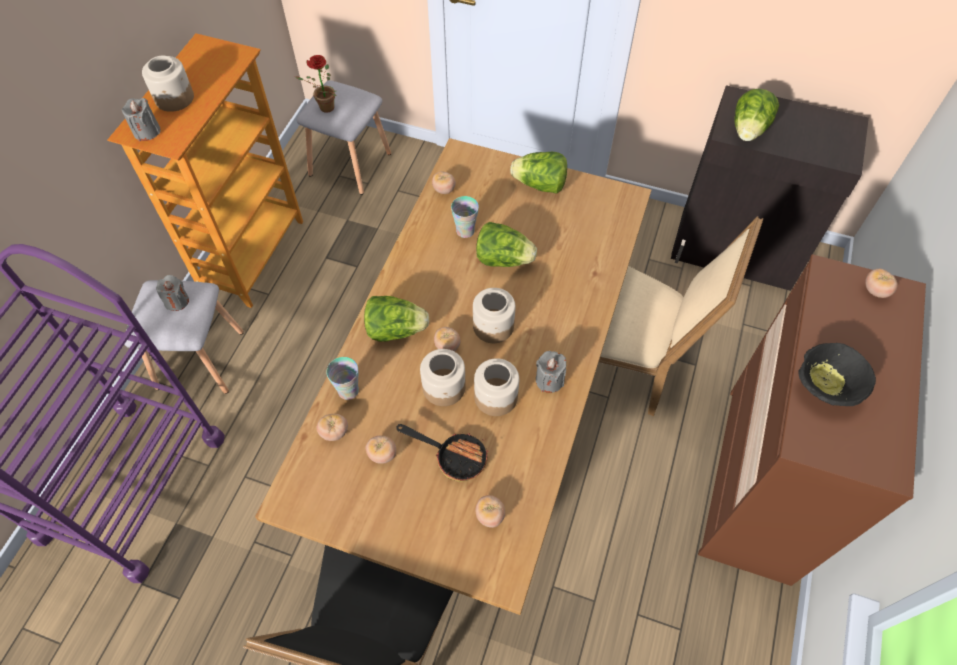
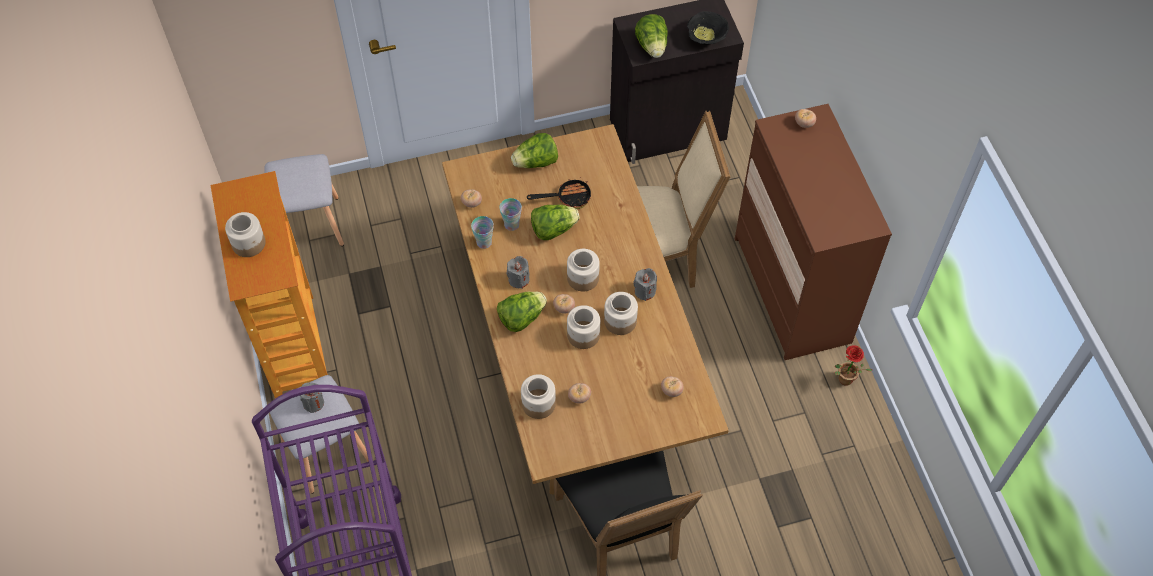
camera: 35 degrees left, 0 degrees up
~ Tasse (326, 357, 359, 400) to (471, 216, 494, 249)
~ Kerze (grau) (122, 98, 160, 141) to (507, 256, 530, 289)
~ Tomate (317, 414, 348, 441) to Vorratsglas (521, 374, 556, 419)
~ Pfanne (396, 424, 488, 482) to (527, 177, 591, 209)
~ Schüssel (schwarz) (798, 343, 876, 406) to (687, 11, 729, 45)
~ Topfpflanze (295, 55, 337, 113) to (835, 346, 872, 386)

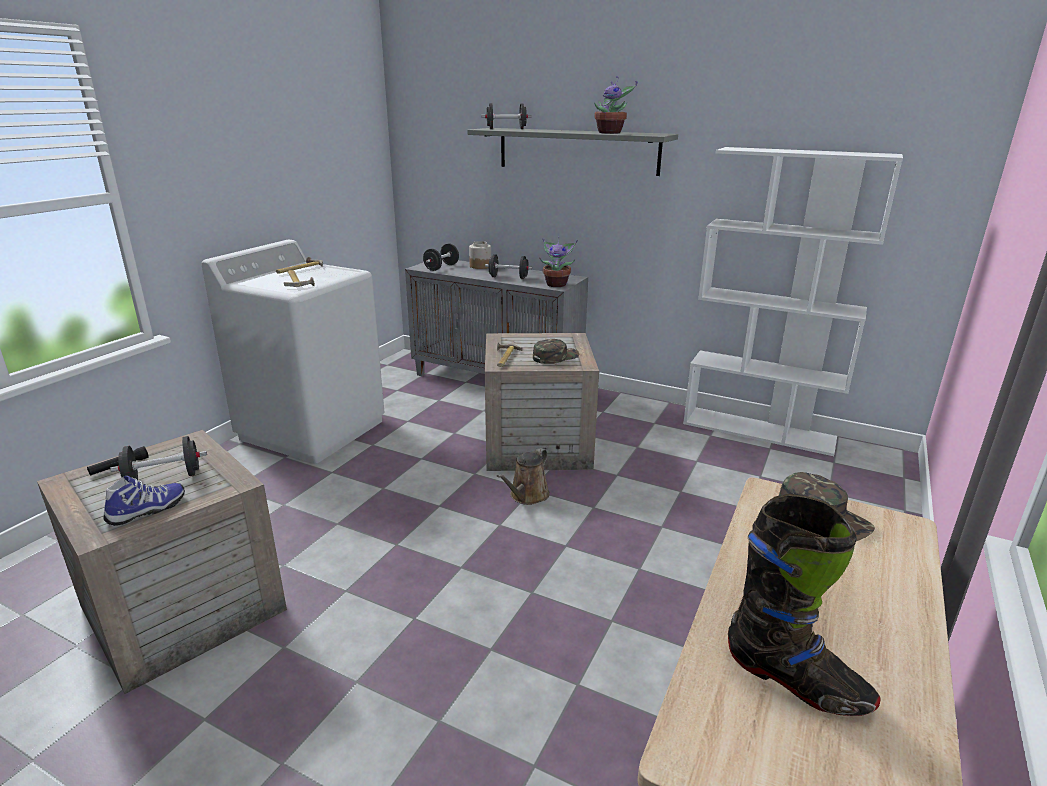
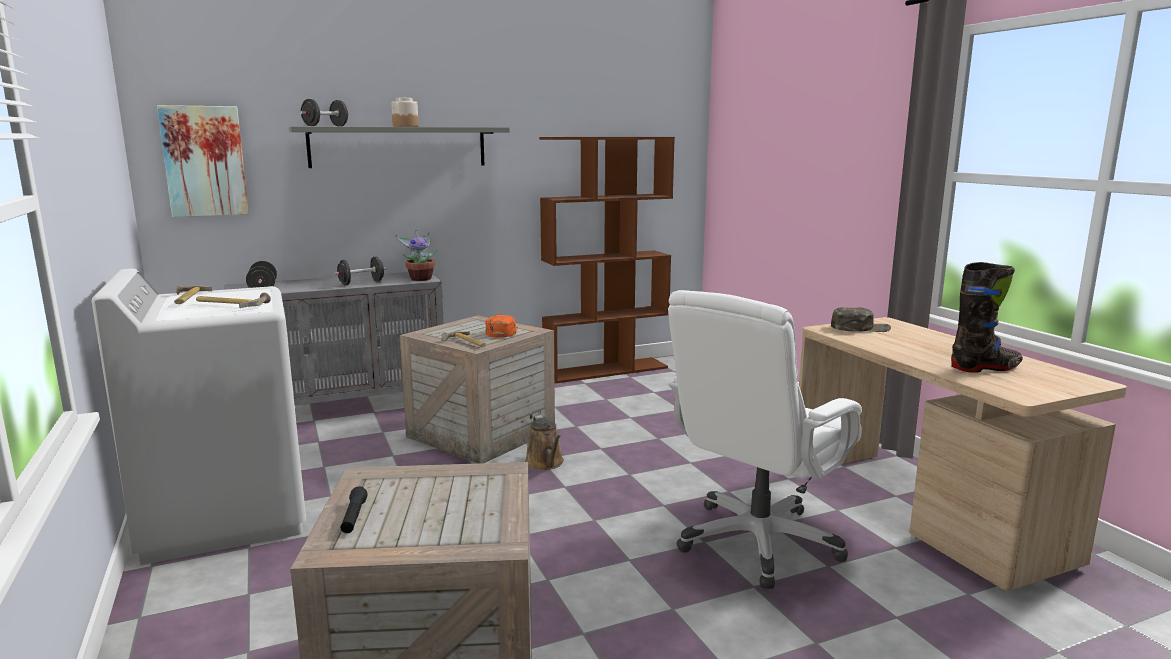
camera: 50 degrees left, 10 degrees down
+ Bild (157, 105, 249, 217)
~ Vorratsglas (469, 241, 491, 269) to (391, 98, 419, 127)
~ Kappe (grün) (533, 339, 579, 364) to Kappe (orange) (485, 315, 518, 338)
~ Bücherregal (weiß) (683, 147, 903, 456) to Bücherregal (braun) (539, 137, 675, 384)
+ Bürostuhl (weiß) (668, 290, 862, 589)
- Schuh (103, 476, 185, 526)
- Hantel (schwarz) (110, 436, 207, 481)
- Topfpflanze (594, 76, 637, 134)

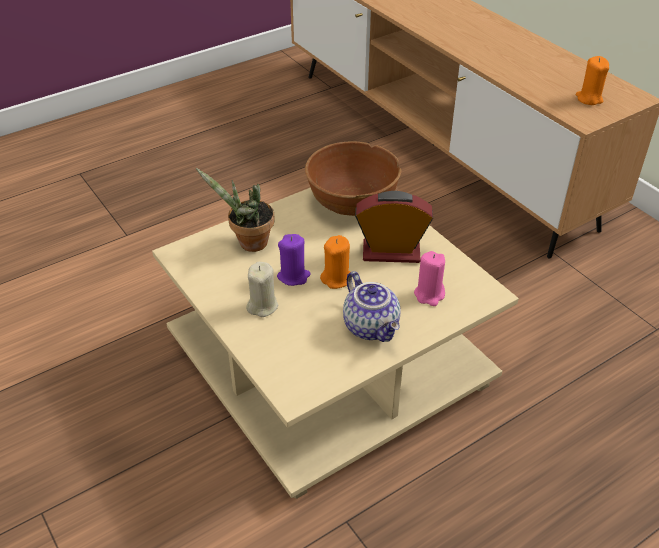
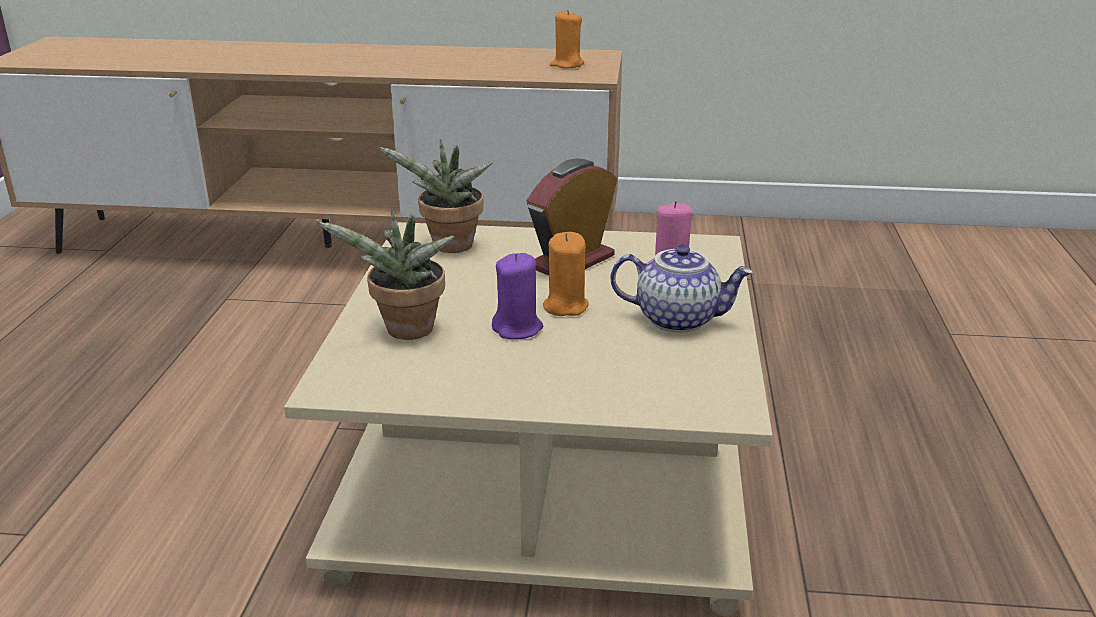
camera: 50 degrees left, 15 degrees down
~ Schüssel (braun) (305, 141, 401, 216) to Topfpflanze (377, 139, 492, 253)
- Kerze (beige) (246, 262, 278, 317)

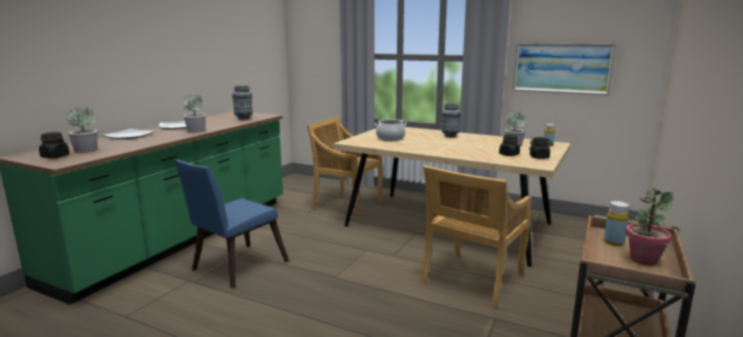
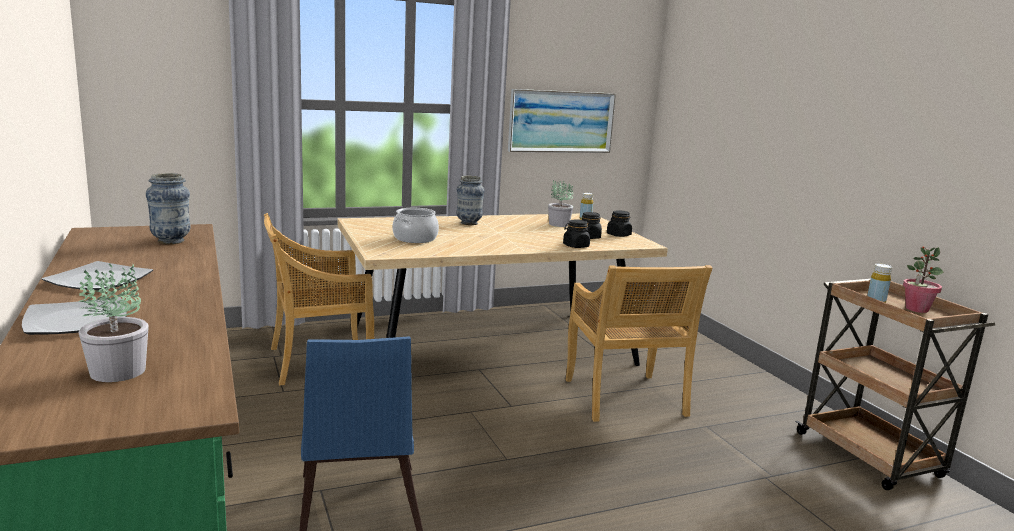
camera: 50 degrees left, 0 degrees up
~ Vorratsglas (schwarz) (39, 132, 69, 158) to (563, 220, 590, 248)
- Topfpflanze (183, 94, 206, 133)

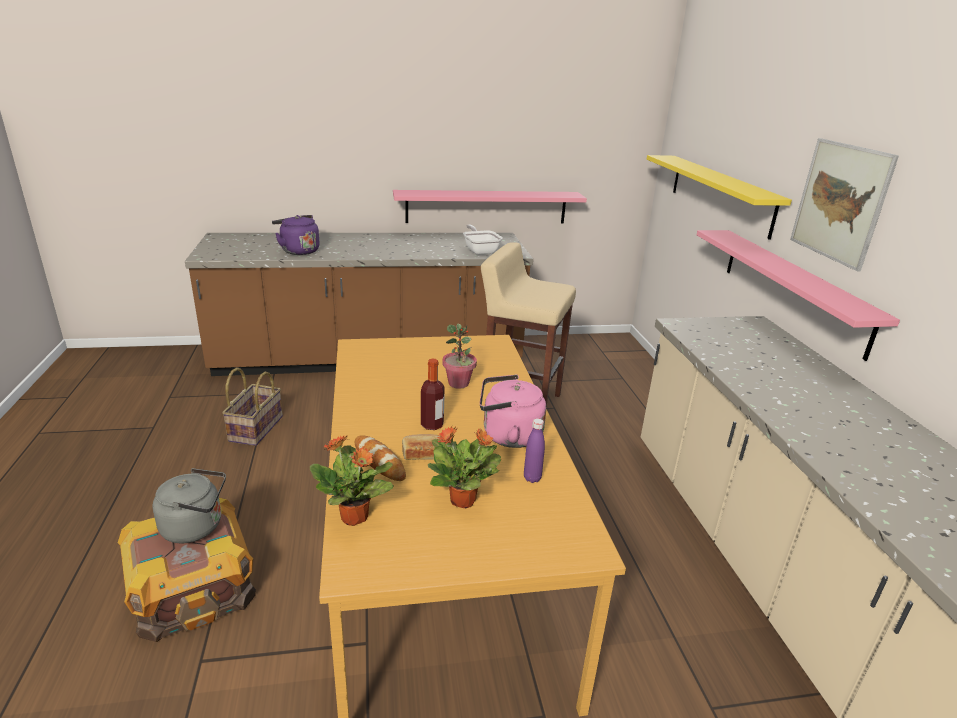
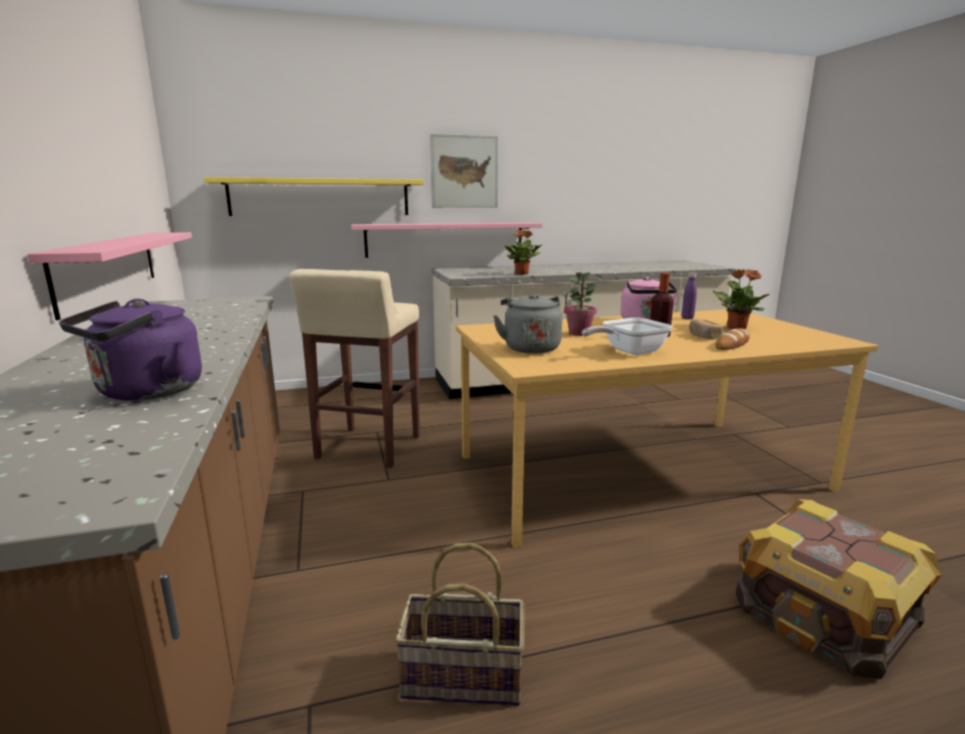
camera: 95 degrees left, 10 degrees down
~ Wasserkessel (grau) (153, 468, 226, 544) to (493, 294, 562, 353)
~ Topfpflanze (310, 435, 393, 526) to (504, 230, 541, 275)
~ Pfanne (463, 225, 503, 255) to (582, 318, 673, 355)

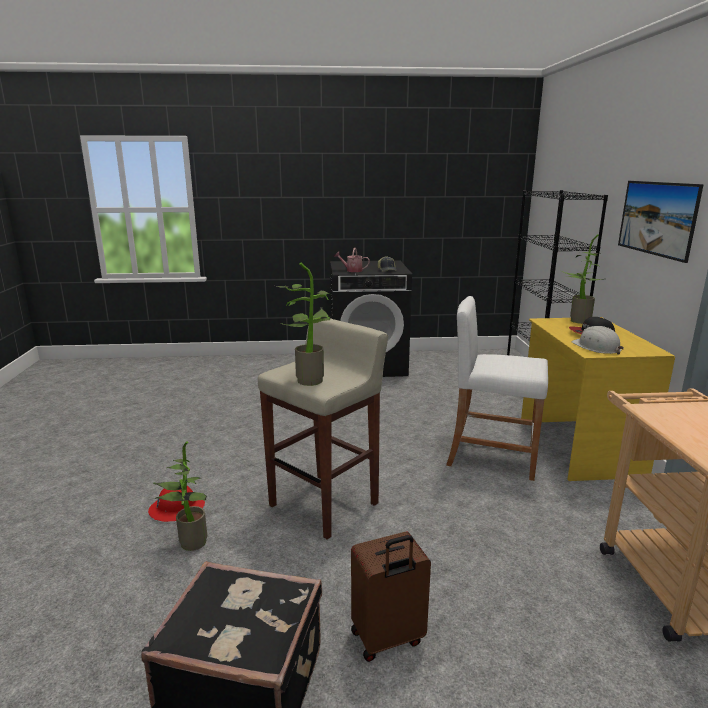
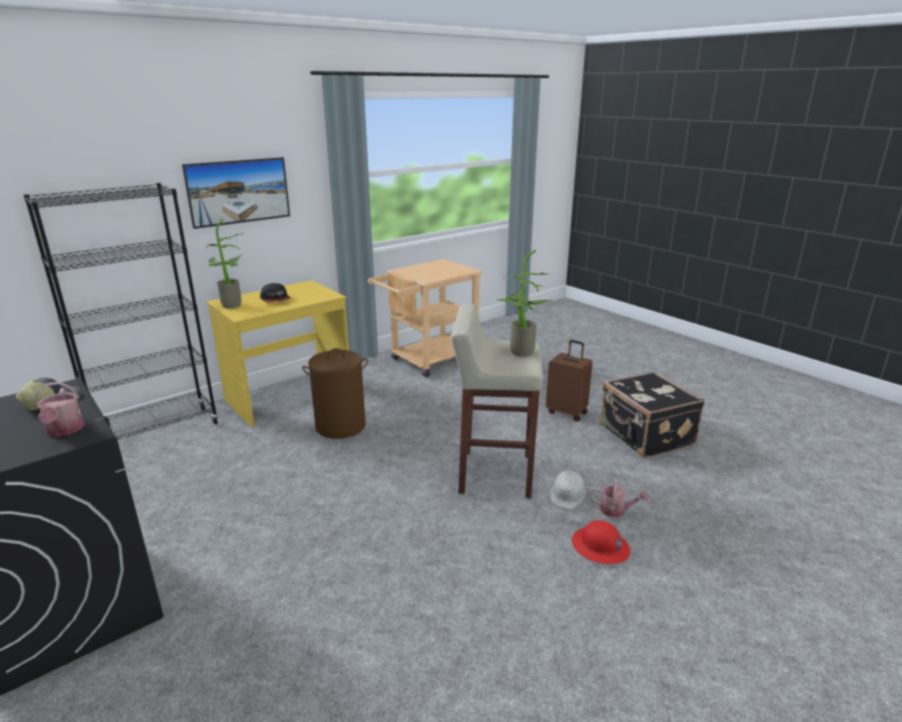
camera: 125 degrees left, 5 degrees up
~ Hocker (weiß) (446, 296, 548, 481) to Wäschekorb (braun) (302, 348, 368, 439)
~ Schutzhelm (weiß) (571, 326, 624, 355) to (551, 471, 586, 509)
~ Topfpflanze (153, 441, 207, 551) to Gießkanne (590, 478, 649, 517)

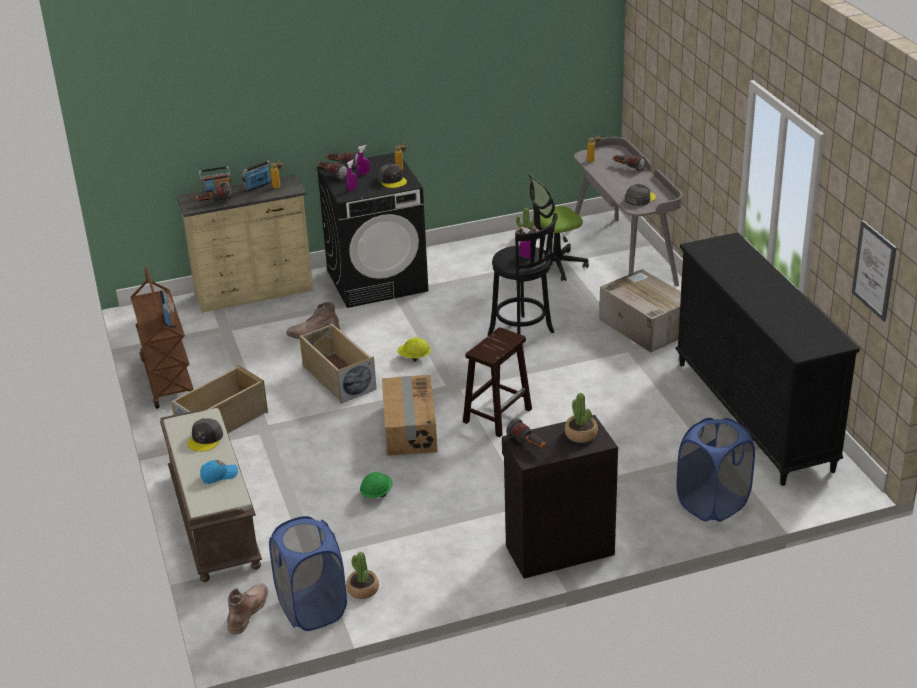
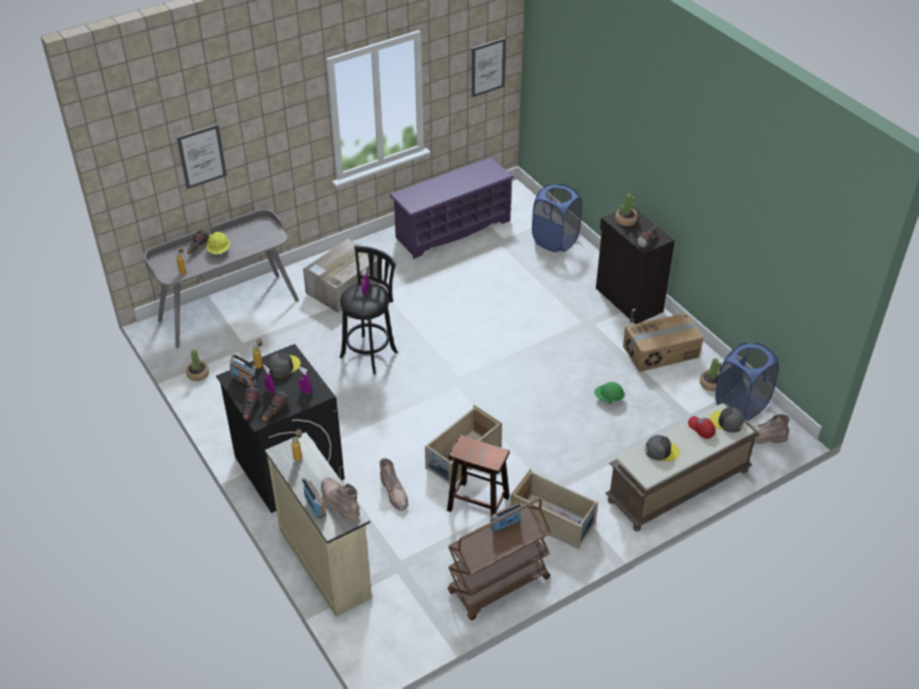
camera: 105 degrees left, 10 degrees up
+ Bild (177, 124, 227, 189)
~ Schutzhelm (gelb) (397, 338, 431, 362) to (206, 232, 230, 254)
~ Radio (242, 160, 270, 192) to (230, 354, 257, 387)
~ Taschenlampe (195, 184, 231, 201) to Stiefel (braun) (321, 478, 360, 521)
~ Kommode (schwarz) (675, 232, 860, 486) to Schuhregal (lila) (389, 157, 514, 259)
~ Hocker (braun) (463, 327, 532, 437) to (447, 435, 510, 517)
~ Karton (382, 375, 438, 456) to (623, 313, 704, 372)
~ Kappe (blau) (200, 460, 238, 484) to Kappe (rot) (688, 416, 716, 439)
~ Kappe (grau) (625, 184, 656, 206) to (710, 408, 744, 433)
- Bürostuhl (528, 174, 589, 281)

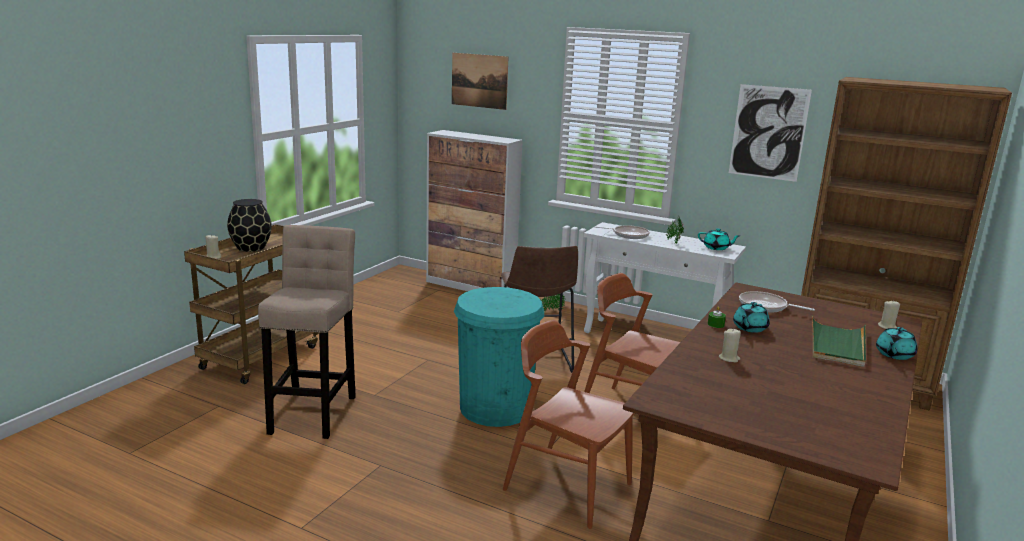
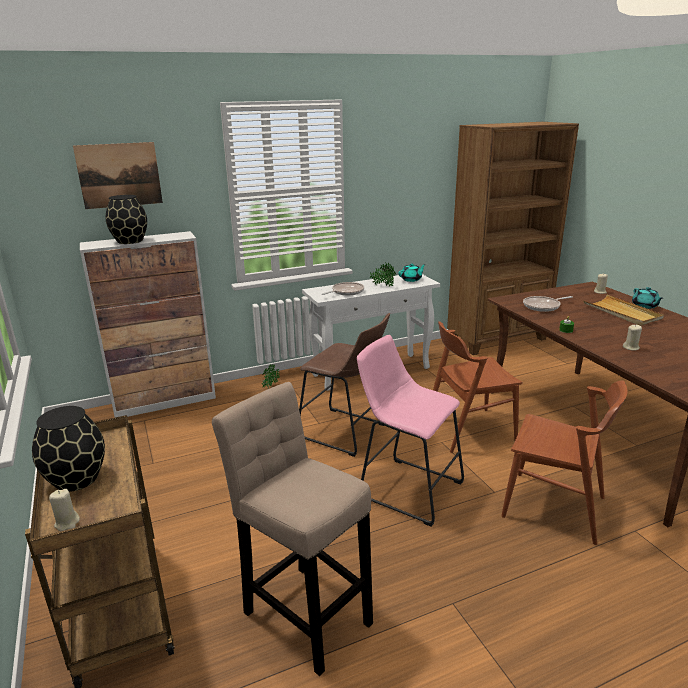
camera: 50 degrees left, 5 degrees up
+ Vase (schwarz) (106, 195, 147, 244)
~ Mülleimer (türkis) (454, 287, 544, 427) to Hocker (rosa) (357, 335, 464, 526)
~ Stuhl (braun) (503, 320, 635, 529) = (501, 380, 628, 545) 135 degrees counterclockwise
~ Tablett (grün) (812, 316, 866, 367) to Tablett (beige) (584, 294, 664, 326)
- Bild (729, 84, 812, 182)
- Teekanne (türkis) (733, 302, 770, 333)

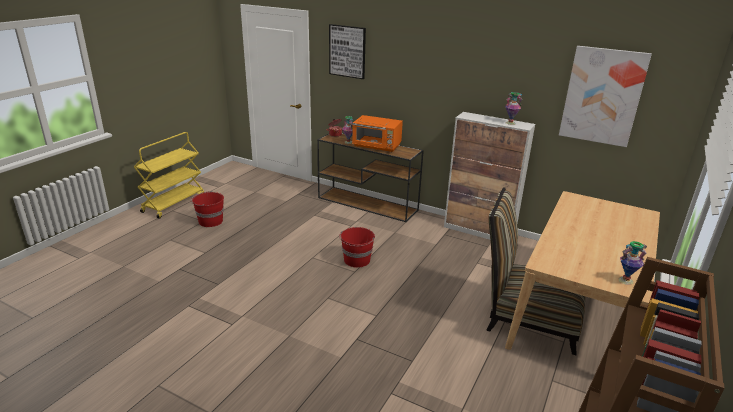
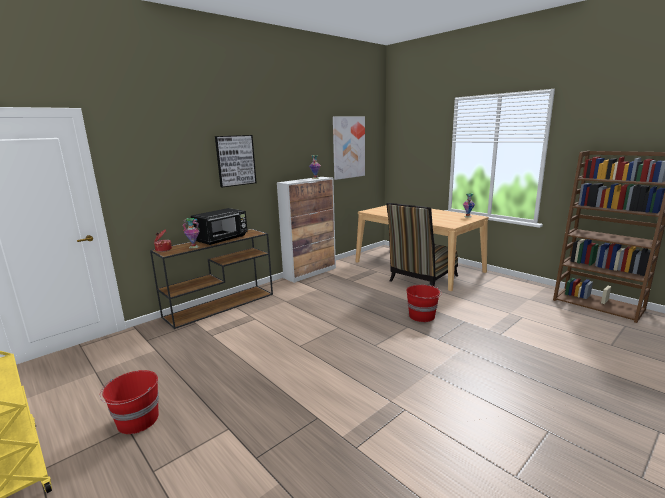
camera: 70 degrees left, 10 degrees down
~ Mikrowelle (orange) (352, 115, 403, 152) to Mikrowelle (schwarz) (191, 208, 248, 245)
~ Bild (329, 24, 366, 79) to (215, 135, 256, 187)
~ Eimer (rot) (339, 227, 375, 268) to (406, 285, 442, 322)

